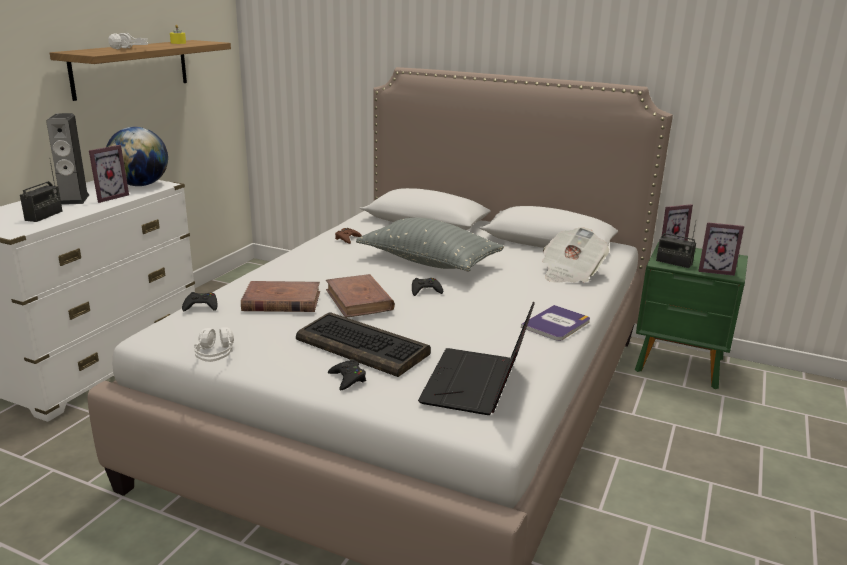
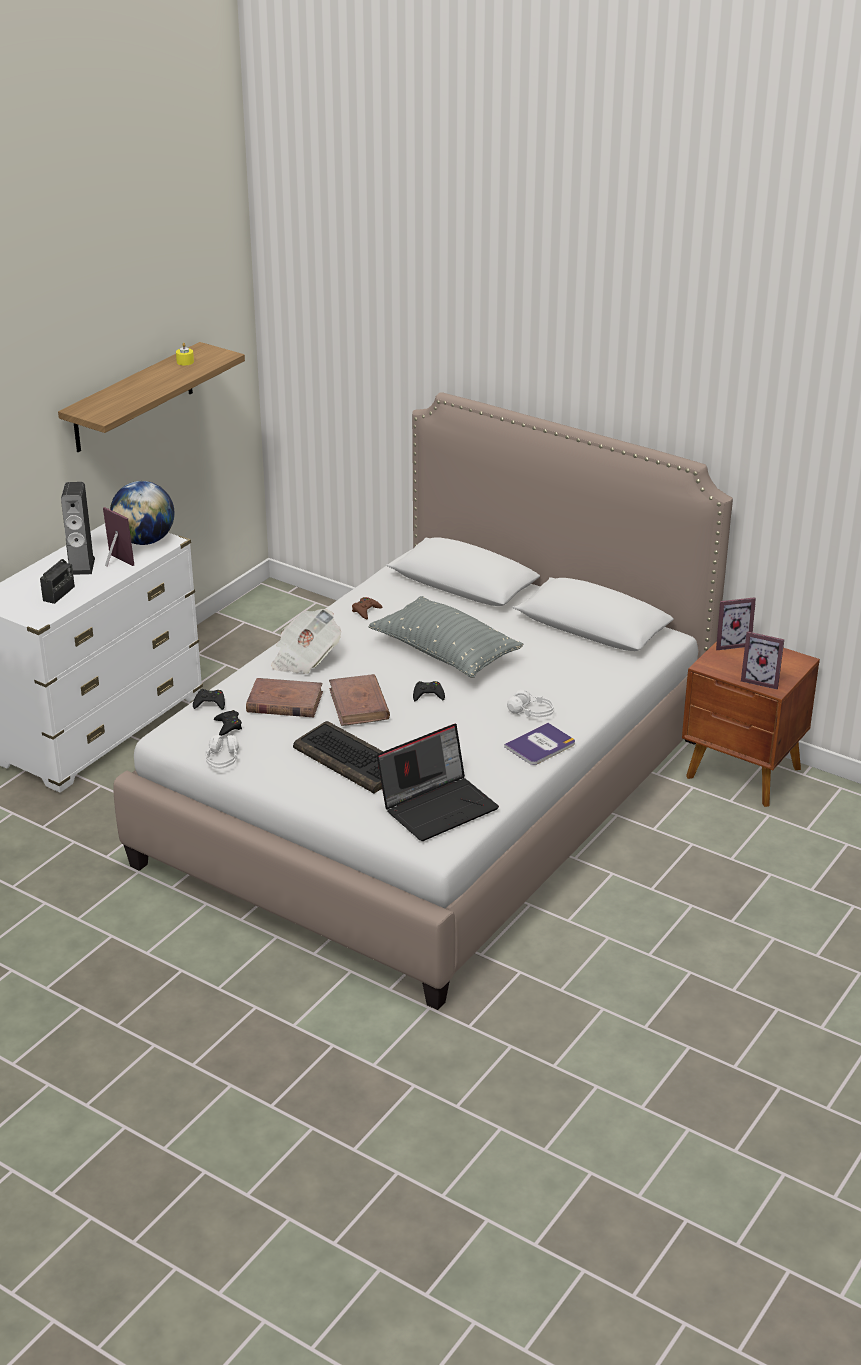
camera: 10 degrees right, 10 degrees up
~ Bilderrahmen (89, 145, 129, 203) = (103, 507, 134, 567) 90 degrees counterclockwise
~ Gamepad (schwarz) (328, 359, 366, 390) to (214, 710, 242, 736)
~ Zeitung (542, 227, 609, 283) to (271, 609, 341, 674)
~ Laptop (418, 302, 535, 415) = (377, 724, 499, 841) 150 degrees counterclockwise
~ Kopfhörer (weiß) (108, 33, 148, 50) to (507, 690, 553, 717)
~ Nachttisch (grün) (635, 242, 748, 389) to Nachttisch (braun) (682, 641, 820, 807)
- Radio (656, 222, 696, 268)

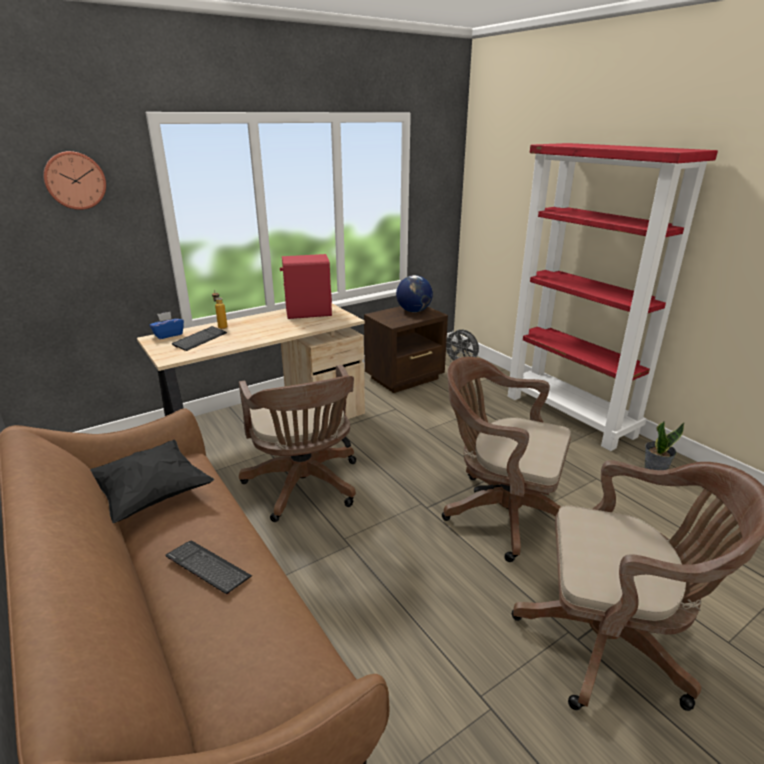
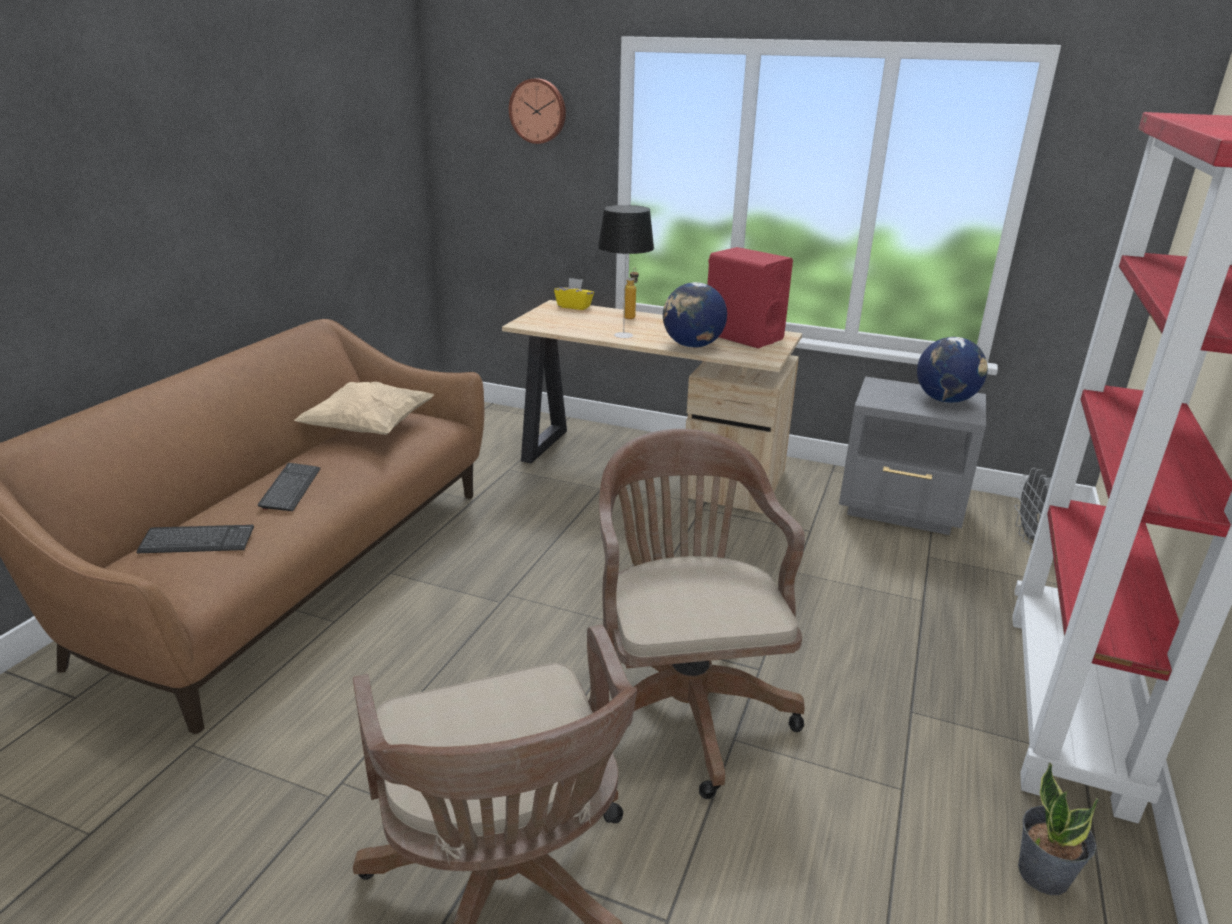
camera: 55 degrees right, 0 degrees up
~ Tastatur (172, 326, 227, 351) to (136, 525, 254, 553)
~ Kissen (schwarz) (90, 440, 214, 523) to Kissen (beige) (294, 382, 434, 435)
~ Taschentuchbox (blau) (149, 312, 184, 339) to Taschentuchbox (gelb) (554, 278, 594, 310)
+ Tischlampe (598, 205, 654, 338)
+ Globus (663, 282, 727, 348)
~ Nachttisch (braun) (364, 306, 448, 393) to Nachttisch (grau) (839, 377, 986, 535)
- Bürostuhl (braun) (239, 365, 356, 522)

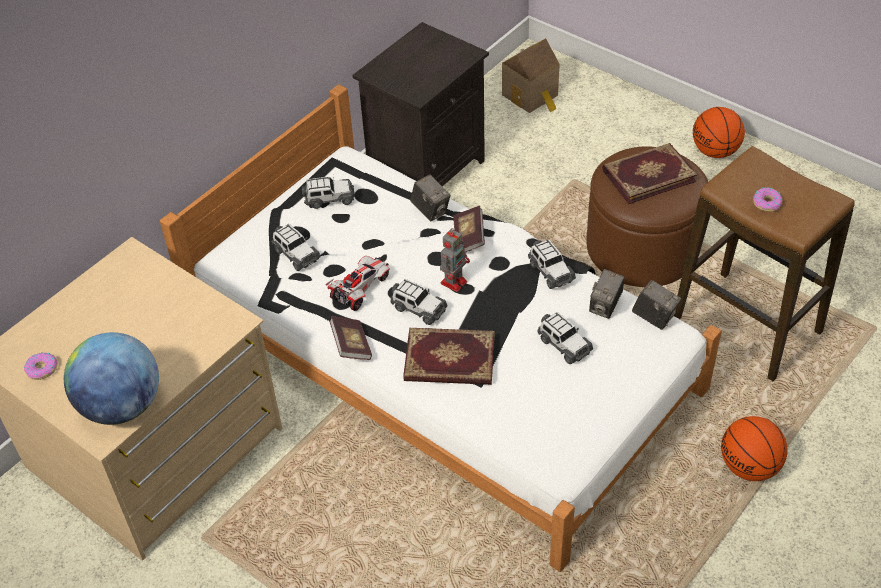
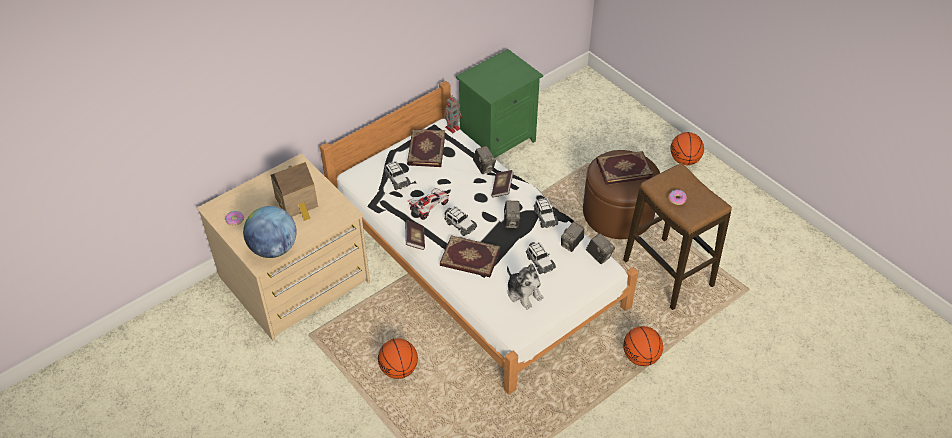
camera: 10 degrees right, 0 degrees up
~ Spielzeughaus (502, 38, 560, 113) to (271, 162, 318, 221)
+ Basketball (378, 338, 418, 379)
~ Spielzeugauto (302, 177, 355, 209) to Buch (407, 129, 445, 167)
~ Spielzeugroboter (440, 228, 470, 292) to (445, 97, 462, 133)
~ Nachttisch (schwarz) (352, 22, 489, 186) to Nachttisch (grün) (456, 49, 543, 158)
+ Kamera (504, 201, 520, 228)
+ Plüschtier (507, 263, 544, 310)

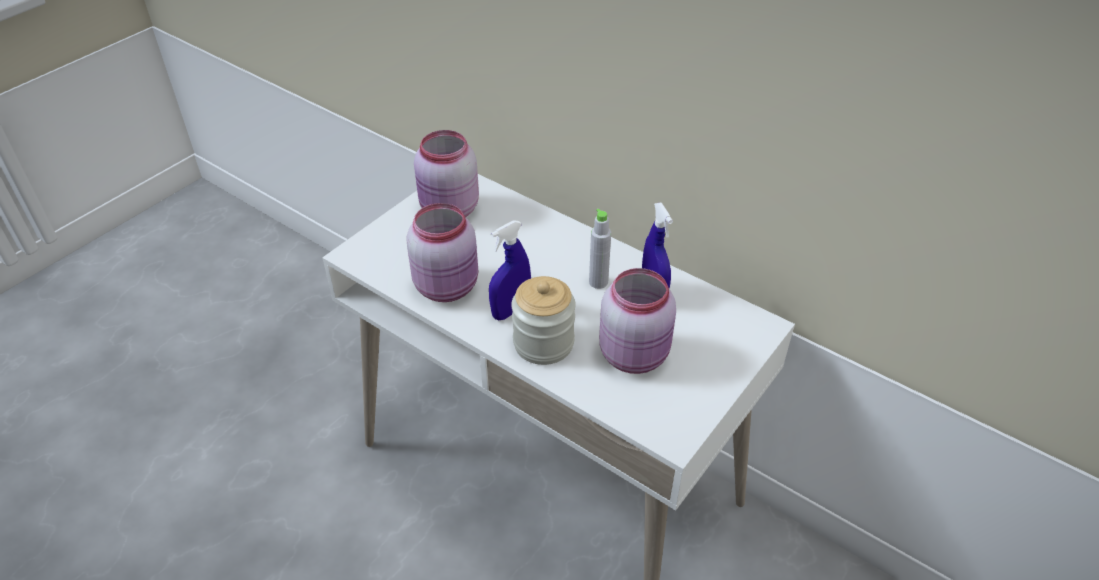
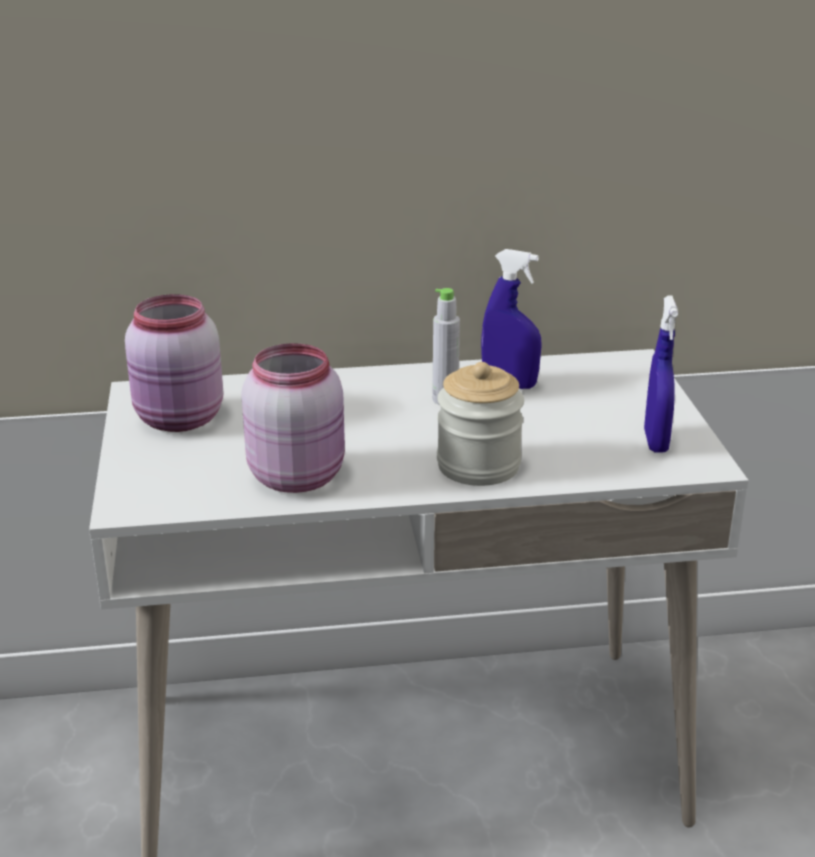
camera: 45 degrees left, 15 degrees down
~ Sprühflasche (blau) (489, 220, 531, 320) to (644, 295, 678, 453)
- Vorratsglas (rosa) (599, 268, 676, 374)

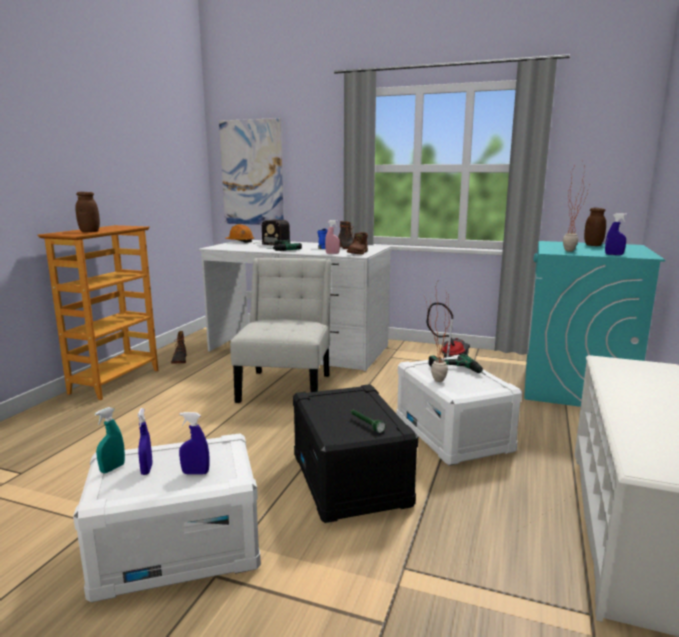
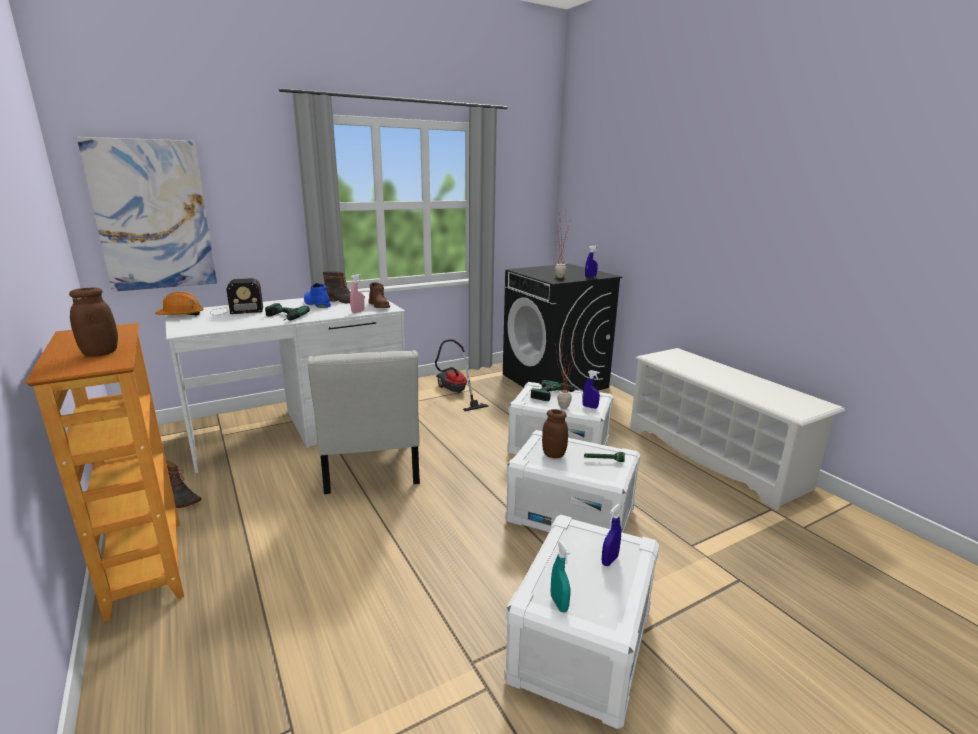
camera: 50 degrees left, 5 degrees up
~ Stuhl (weiß) (230, 258, 331, 403) = (307, 350, 420, 494) 150 degrees counterclockwise
~ Waschmaschine (türkis) (524, 241, 665, 407) to Waschmaschine (schwarz) (503, 264, 622, 391)
~ Aufbewahrungsbox (schwarz) (293, 384, 418, 523) to Aufbewahrungsbox (weiß) (505, 430, 640, 533)
~ Vorratsglas (braun) (584, 208, 606, 246) to (542, 409, 568, 458)
~ Sprühflasche (blau) (137, 408, 153, 475) to (582, 370, 600, 409)

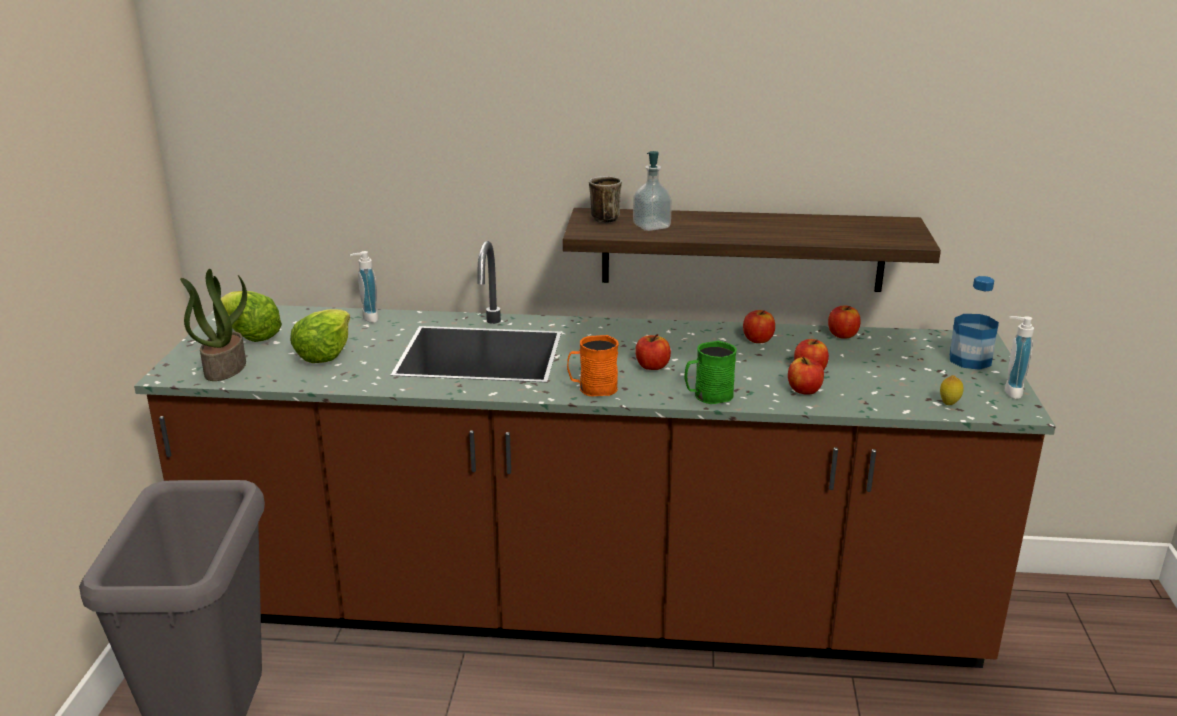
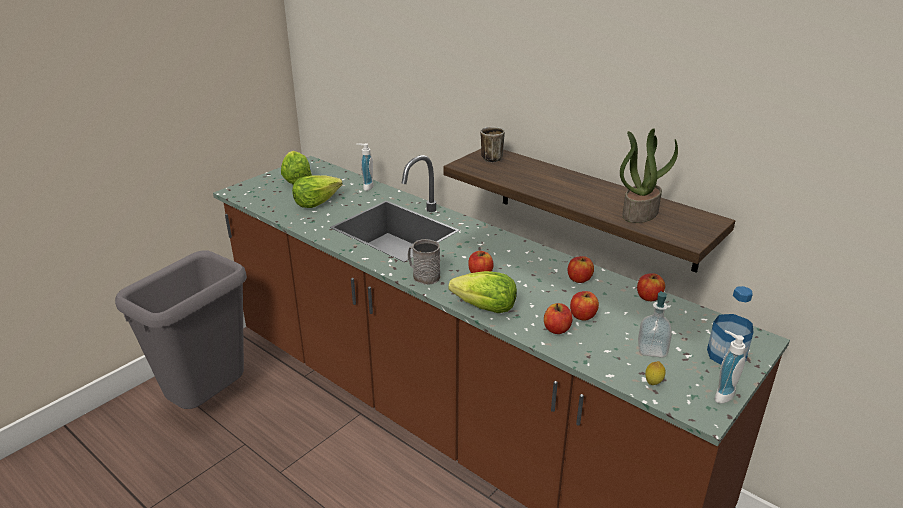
camera: 35 degrees right, 5 degrees up
~ Henkelbecher (orange) (567, 335, 619, 396) to Henkelbecher (grau) (408, 239, 440, 285)
~ Henkelbecher (grün) (684, 341, 737, 404) to Salatkopf (448, 271, 517, 313)
~ Topfpflanze (180, 269, 247, 381) to (620, 128, 678, 223)
~ Seifenspender (633, 151, 672, 231) to (638, 291, 672, 357)

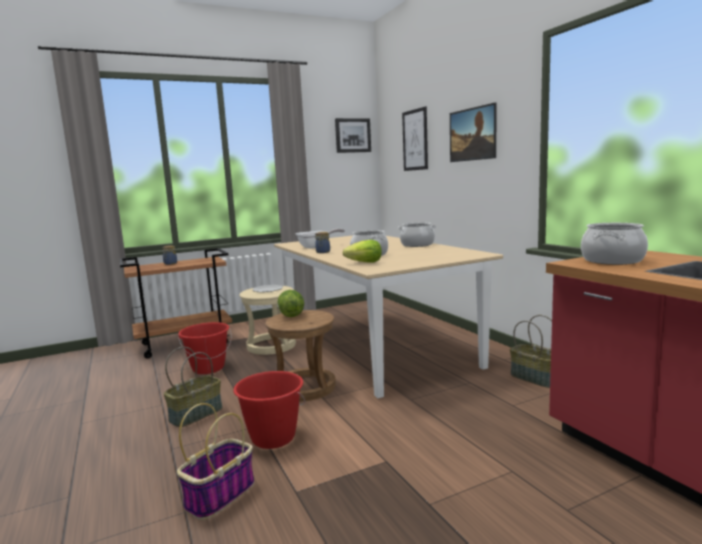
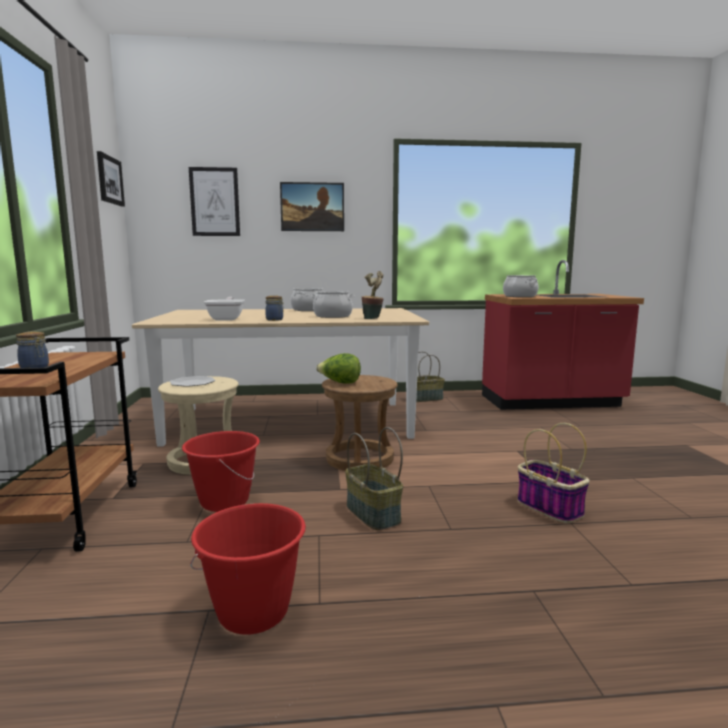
camera: 70 degrees left, 0 degrees up
~ Eimer (rot) (234, 371, 305, 449) to (190, 503, 306, 635)
~ Salatkopf (343, 240, 382, 263) to Topfpflanze (362, 271, 384, 319)

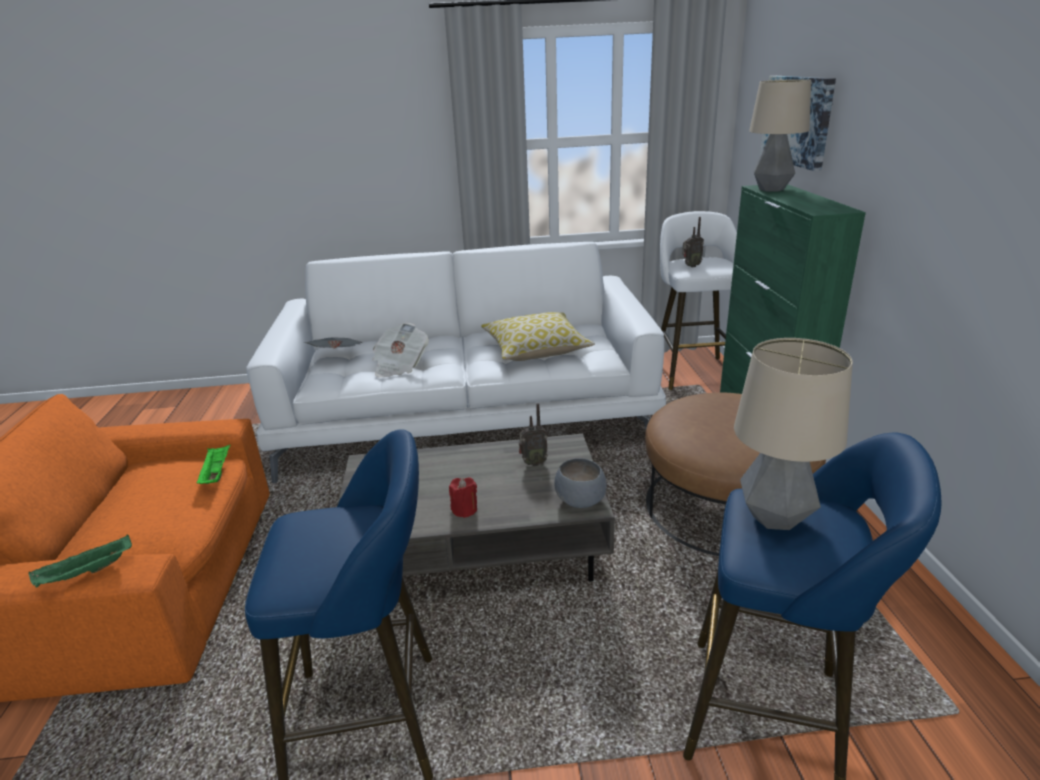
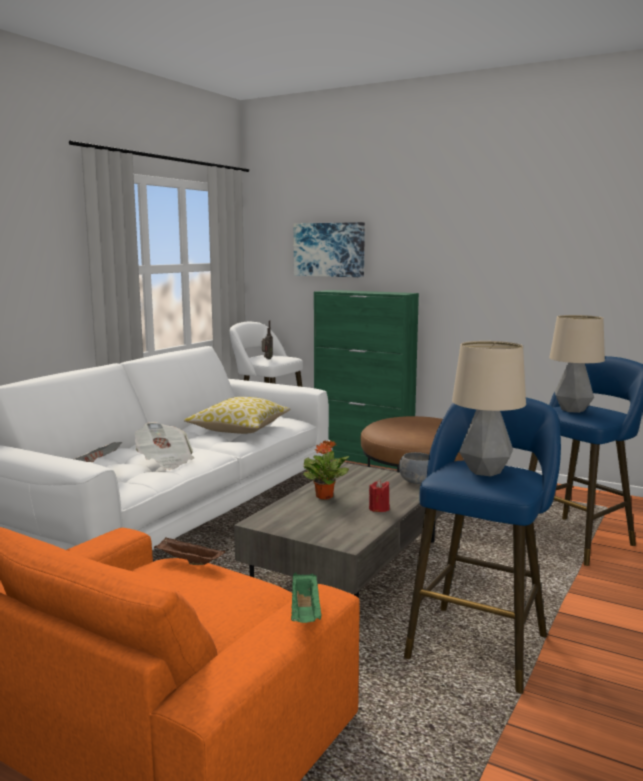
camera: 55 degrees left, 15 degrees down
~ Tablett (grün) (196, 445, 230, 484) to Tablett (braun) (154, 537, 225, 565)
+ Topfpflanze (303, 440, 349, 500)
~ Tischlampe (749, 79, 811, 191) to (452, 341, 526, 476)
- Radio (519, 403, 548, 466)

